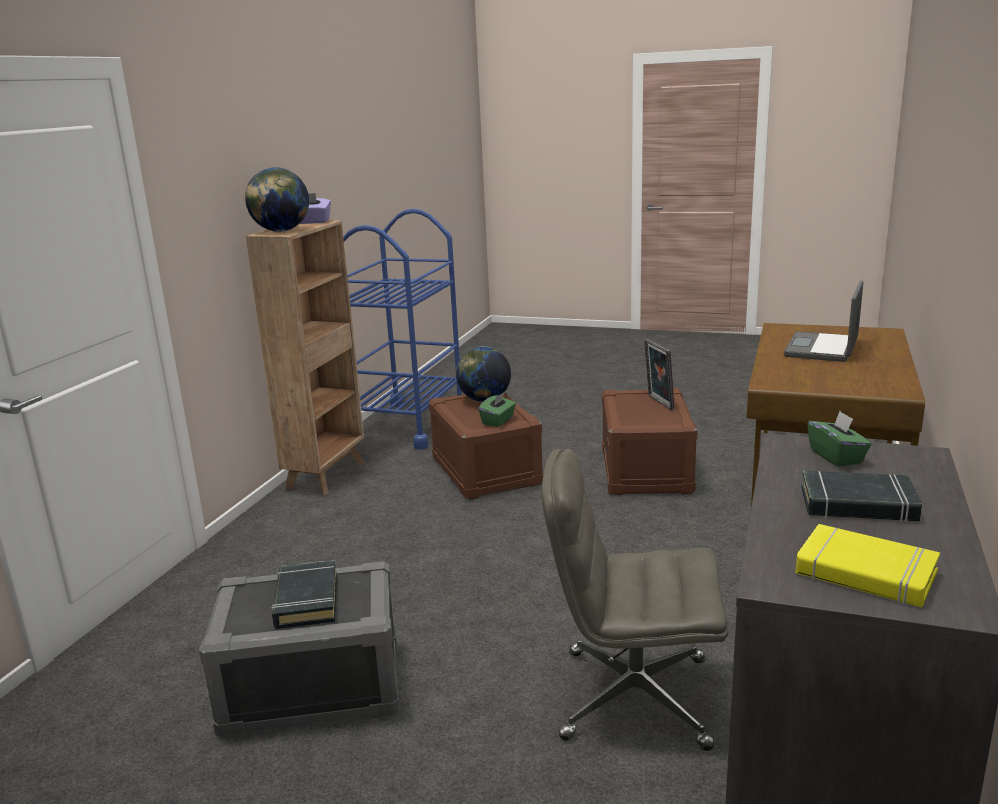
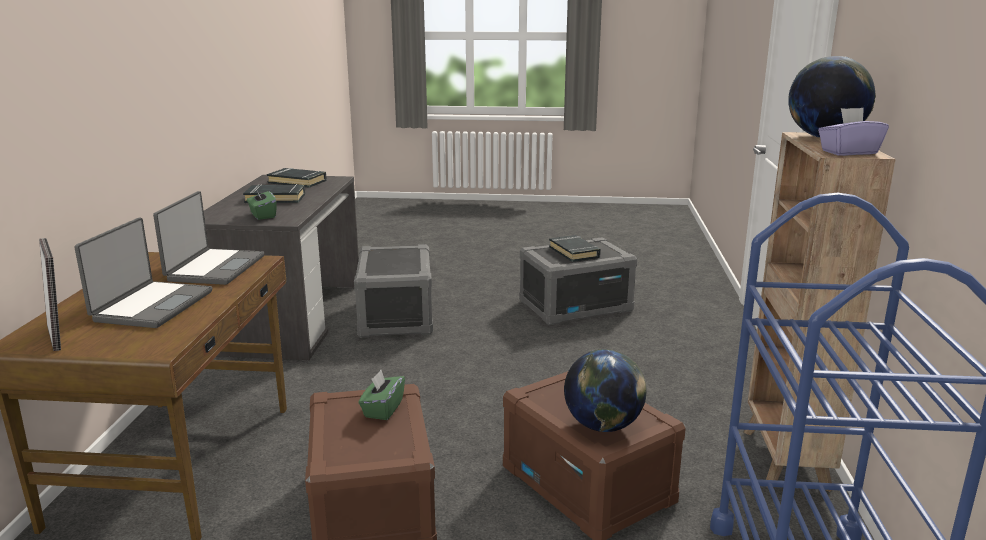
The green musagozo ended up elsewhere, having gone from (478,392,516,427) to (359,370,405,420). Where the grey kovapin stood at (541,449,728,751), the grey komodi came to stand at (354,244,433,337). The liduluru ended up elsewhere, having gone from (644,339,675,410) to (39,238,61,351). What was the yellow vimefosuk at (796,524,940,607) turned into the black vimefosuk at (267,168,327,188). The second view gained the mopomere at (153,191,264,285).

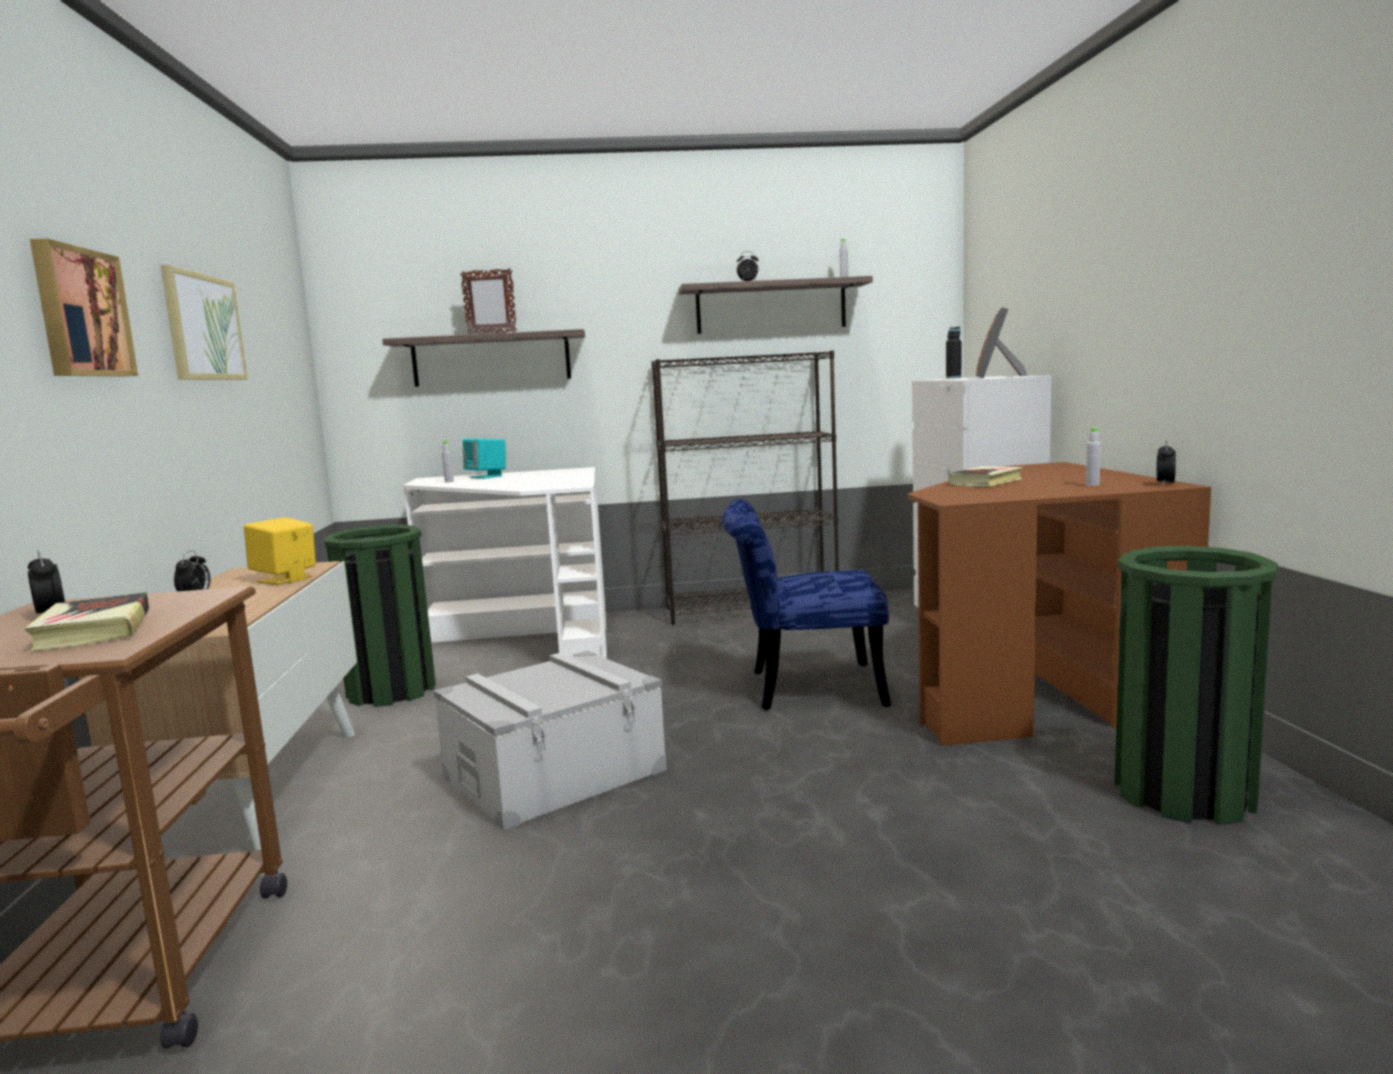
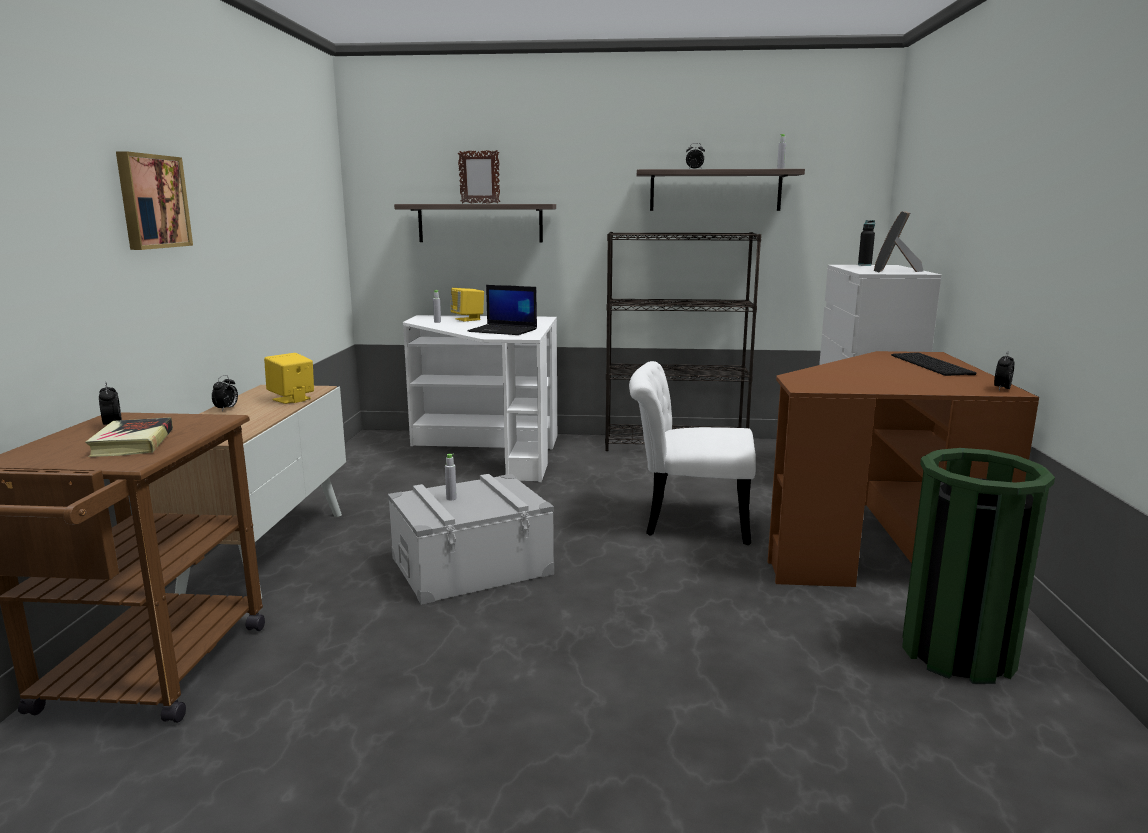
The second view lost the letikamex at (161,265,248,380). The second view lost the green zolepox at (324,525,436,707). What was the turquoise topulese at (463,439,506,479) turned into the yellow topulese at (451,288,484,322). What was the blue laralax at (722,499,891,710) turned into the white laralax at (629,361,756,545). The second view lost the vimefosuk at (948,466,1023,487). The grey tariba ended up elsewhere, having gone from (1086,428,1101,486) to (445,454,457,501). The second view gained the mopomere at (467,285,537,335). The second view gained the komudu at (891,352,976,376).

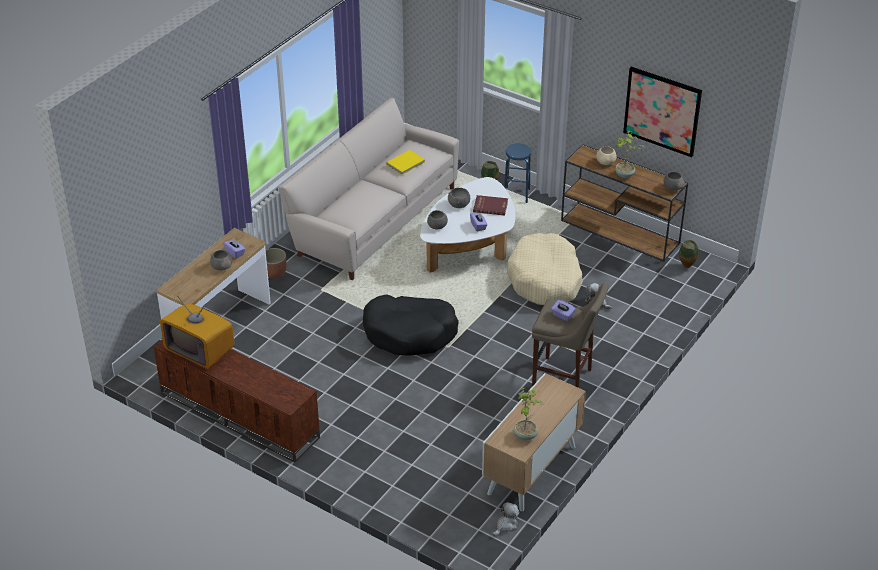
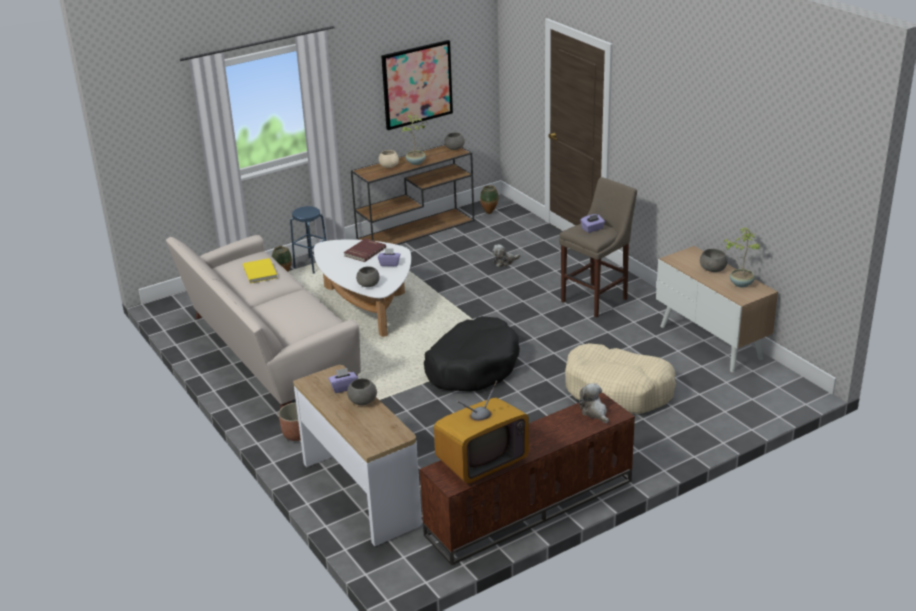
The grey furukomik ended up elsewhere, having gone from (448,188,470,208) to (700,249,728,272). The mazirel ended up elsewhere, having gone from (492,502,519,536) to (579,383,609,423). The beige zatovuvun ended up elsewhere, having gone from (507,233,583,305) to (565,343,676,414).

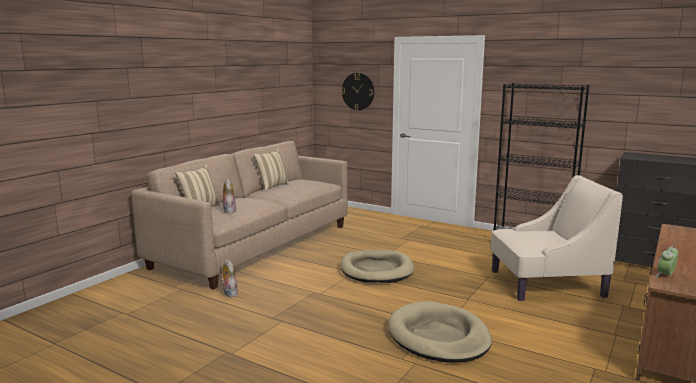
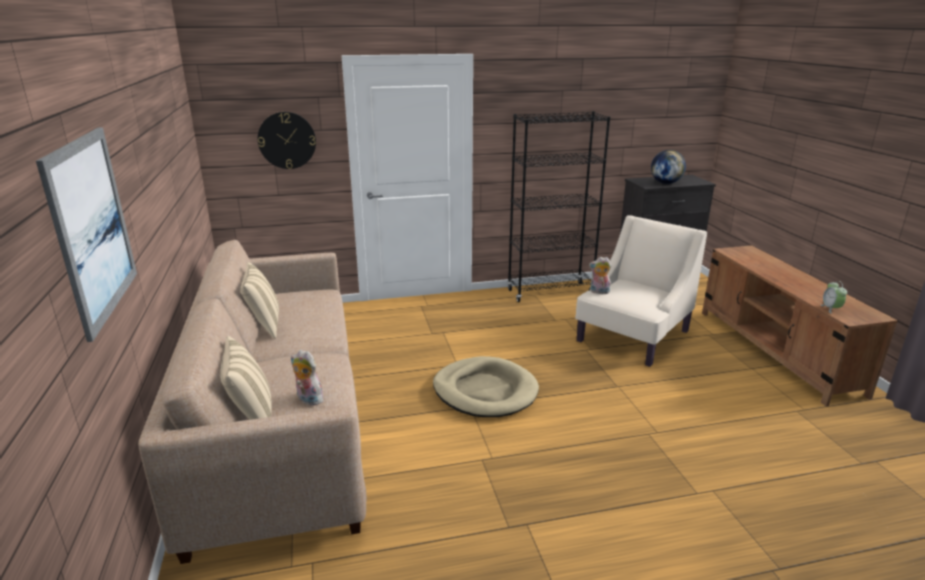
The mazirel ended up elsewhere, having gone from (221,260,238,297) to (589,257,611,294). The second view lost the beige zatovuvun at (388,301,492,363). The second view gained the letikamex at (36,127,137,342). The second view gained the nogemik at (651,150,686,184).

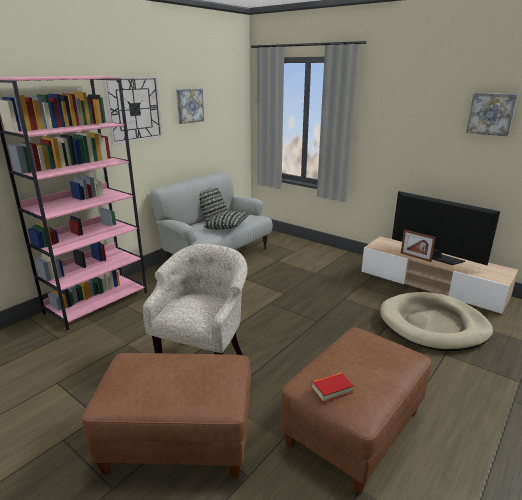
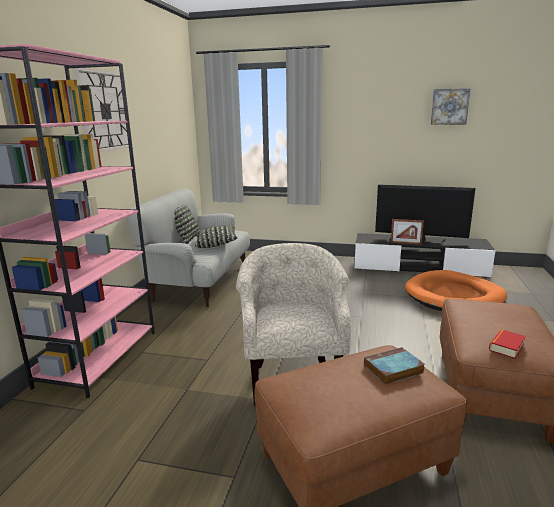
The second view lost the letikamex at (176,89,204,124). What was the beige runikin at (361,236,518,315) turned into the black runikin at (355,233,495,278). What was the beige zatovuvun at (380,292,493,351) turned into the orange zatovuvun at (405,270,507,311). The second view gained the vimefosuk at (364,347,425,385).

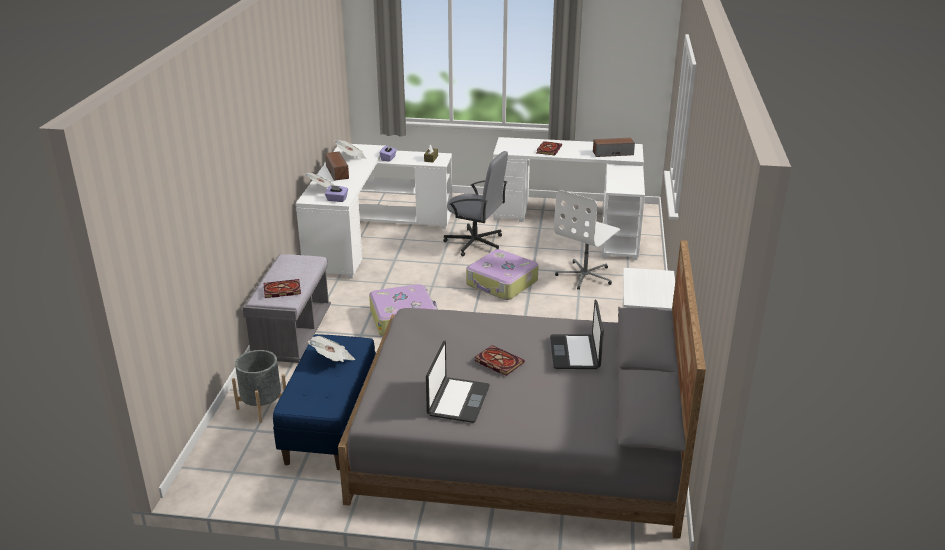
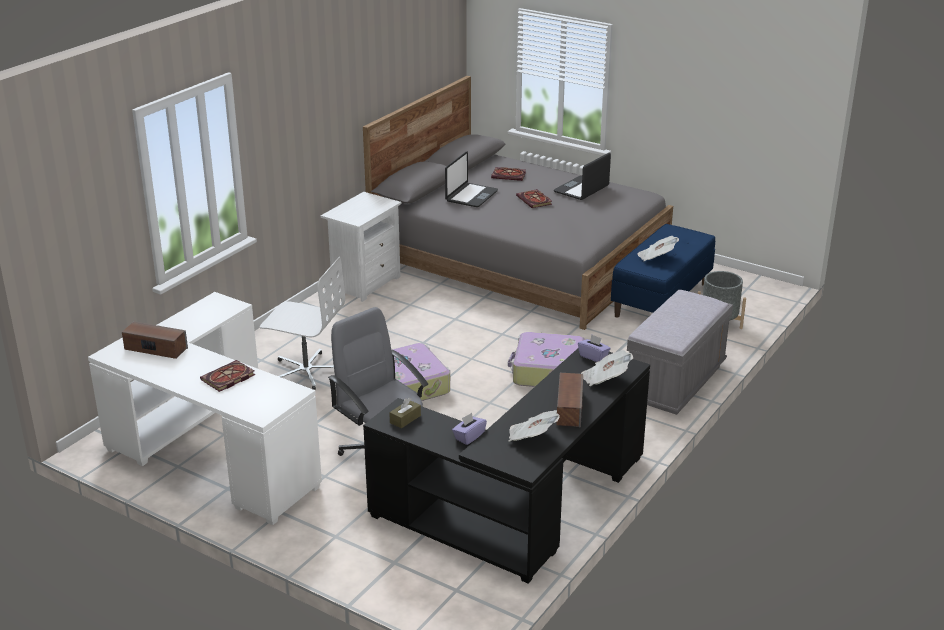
The vimefosuk ended up elsewhere, having gone from (264,279,301,298) to (491,167,526,181). What was the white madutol at (296,144,452,279) turned into the black madutol at (363,349,650,583). The white kovapin at (554,190,620,290) ended up facing another way, 45 degrees clockwise from before.

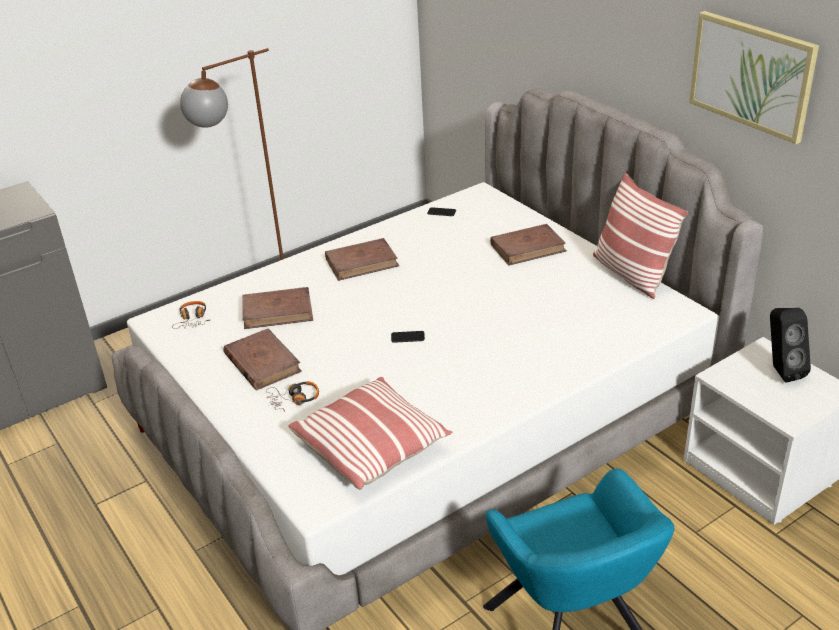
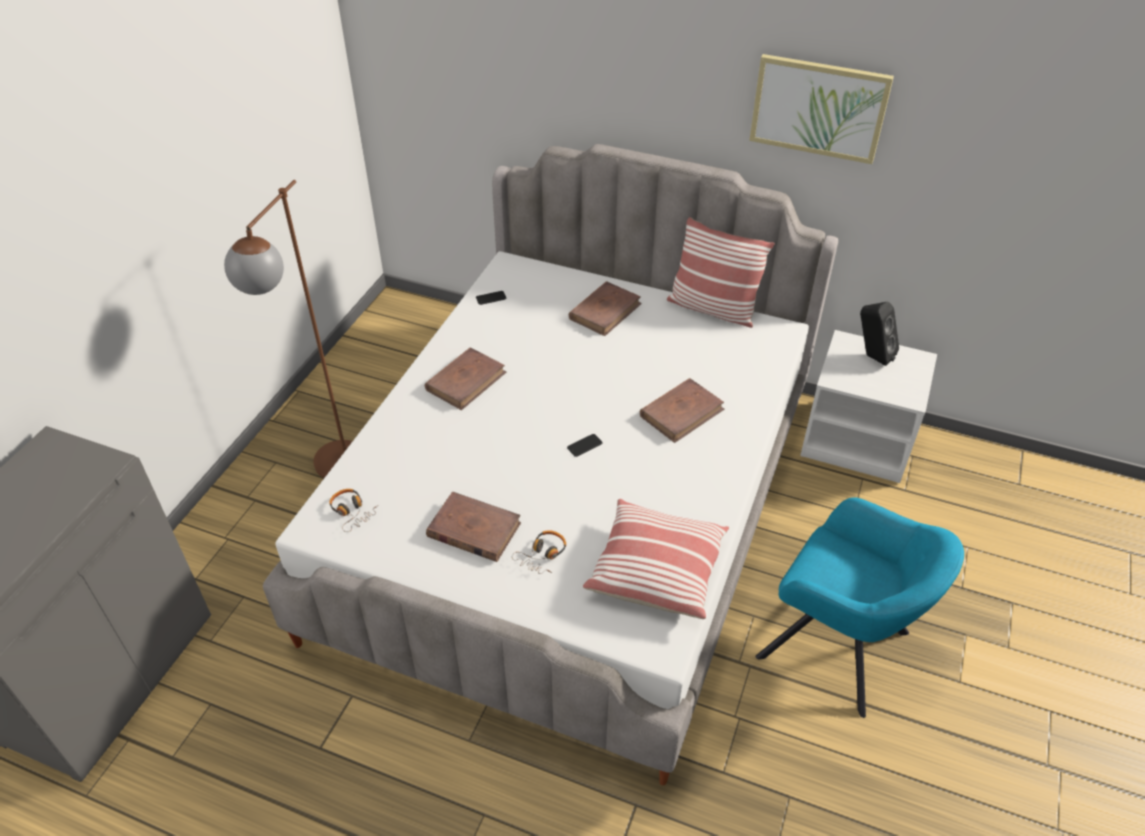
The brown vimefosuk ended up elsewhere, having gone from (242,287,313,329) to (640,378,724,443).

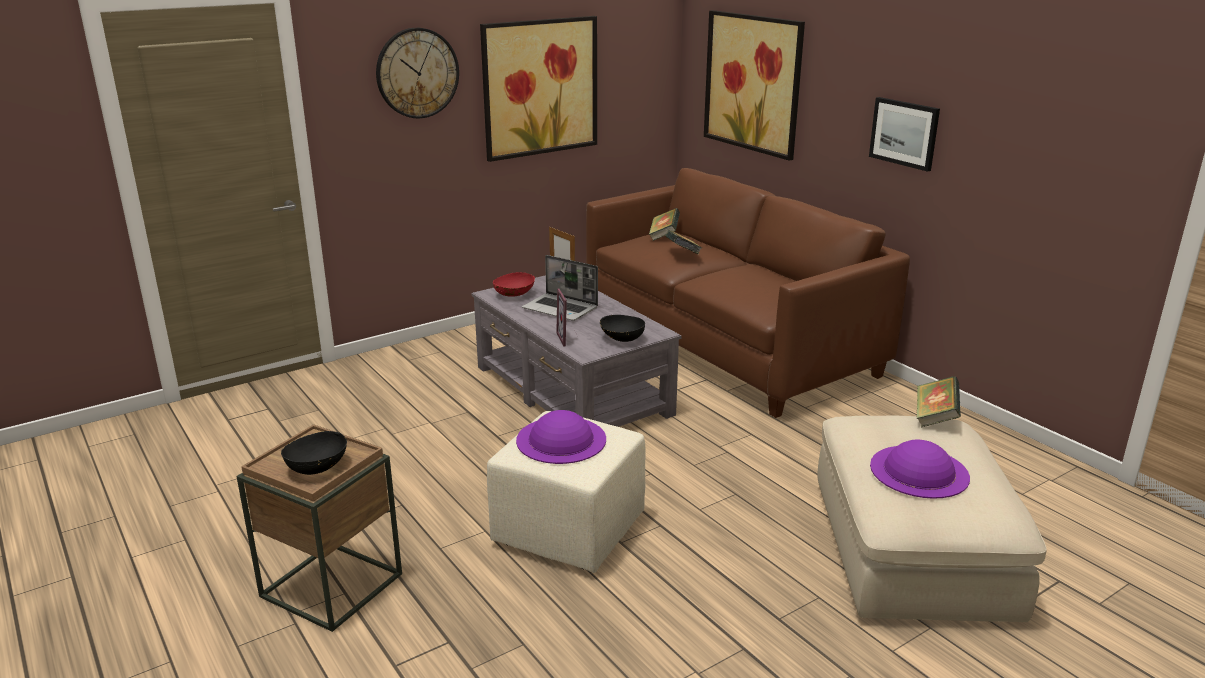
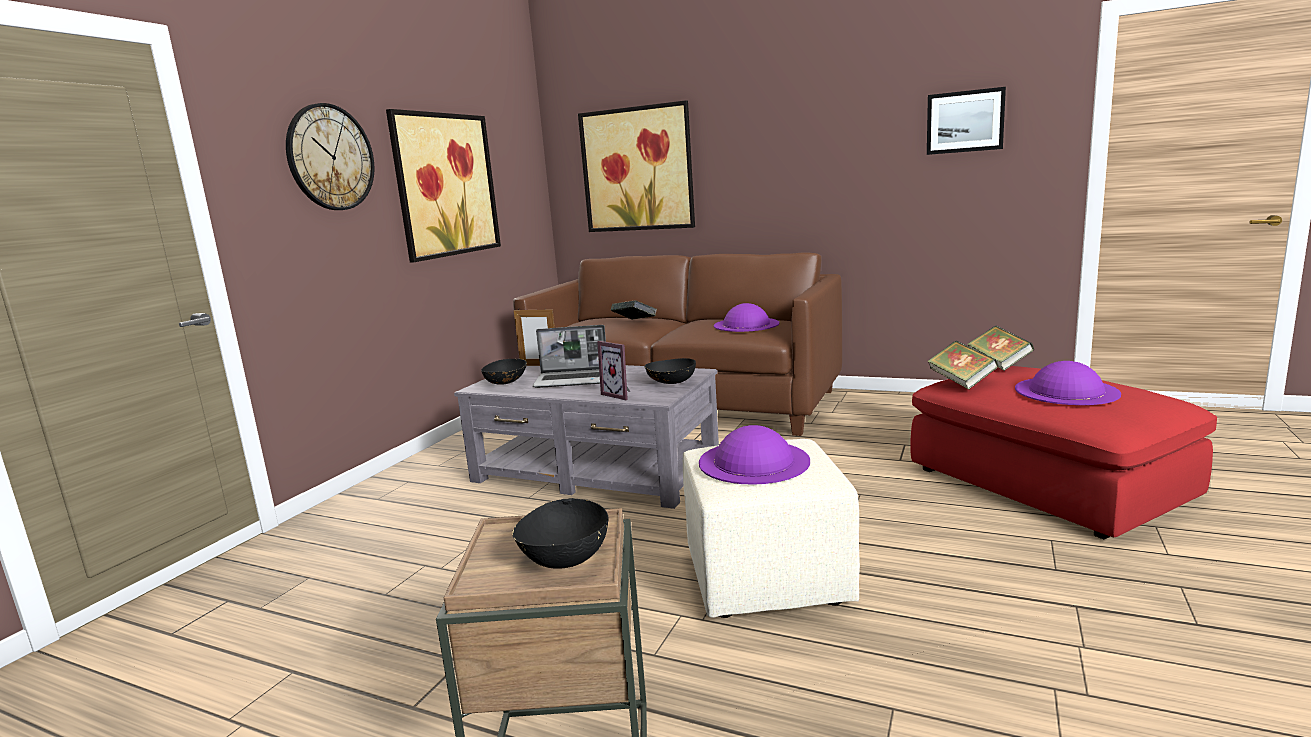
What was the red furukomik at (493,272,535,297) turned into the black furukomik at (481,359,527,385). The vimefosuk ended up elsewhere, having gone from (649,208,680,241) to (927,341,998,390). What was the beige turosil at (817,416,1047,622) turned into the red turosil at (910,366,1217,539). The letikamex ended up elsewhere, having gone from (869,97,940,172) to (927,87,1006,155). The second view gained the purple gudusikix at (714,303,780,332).

